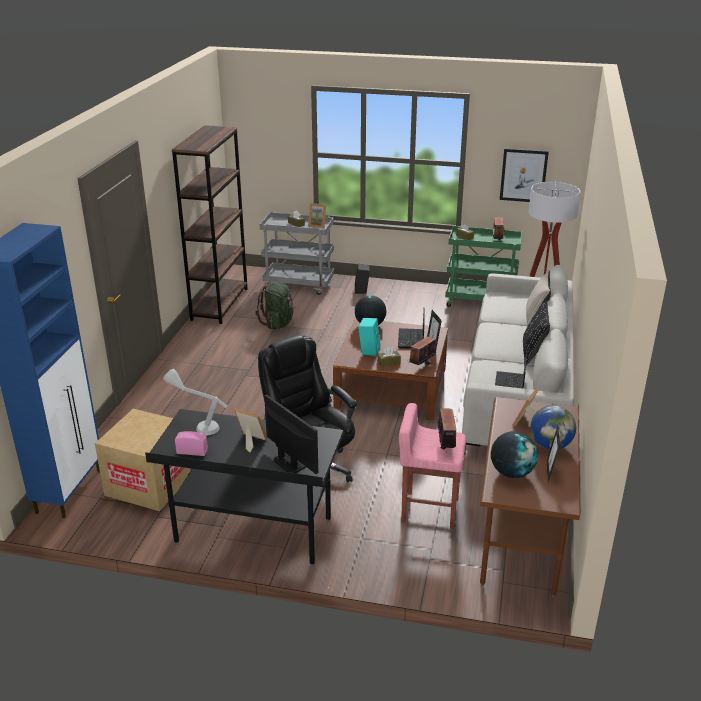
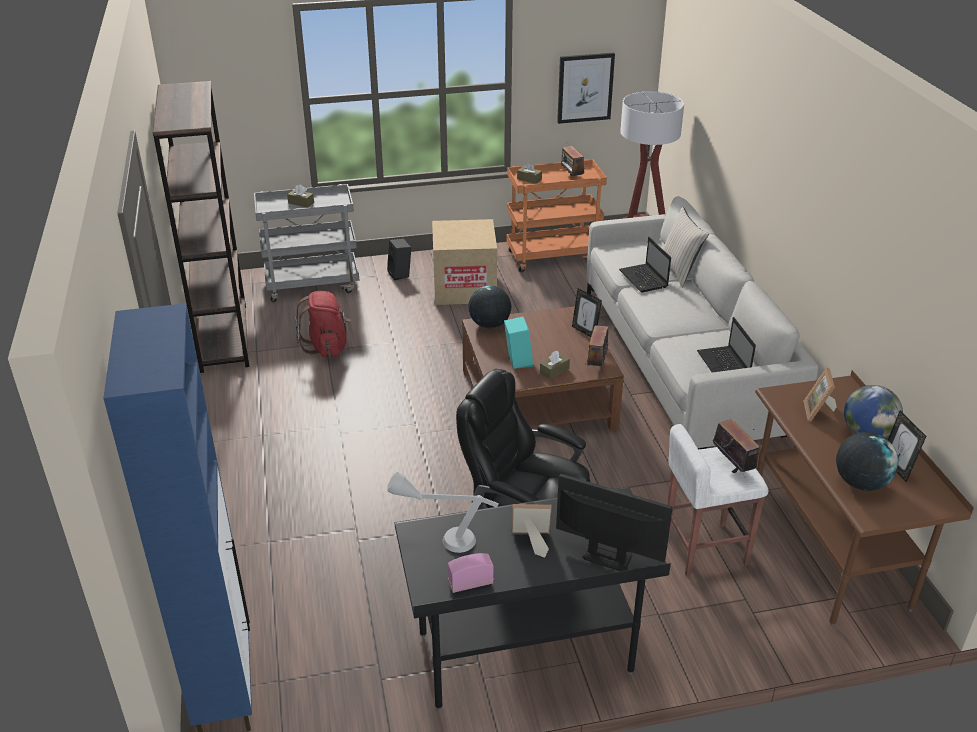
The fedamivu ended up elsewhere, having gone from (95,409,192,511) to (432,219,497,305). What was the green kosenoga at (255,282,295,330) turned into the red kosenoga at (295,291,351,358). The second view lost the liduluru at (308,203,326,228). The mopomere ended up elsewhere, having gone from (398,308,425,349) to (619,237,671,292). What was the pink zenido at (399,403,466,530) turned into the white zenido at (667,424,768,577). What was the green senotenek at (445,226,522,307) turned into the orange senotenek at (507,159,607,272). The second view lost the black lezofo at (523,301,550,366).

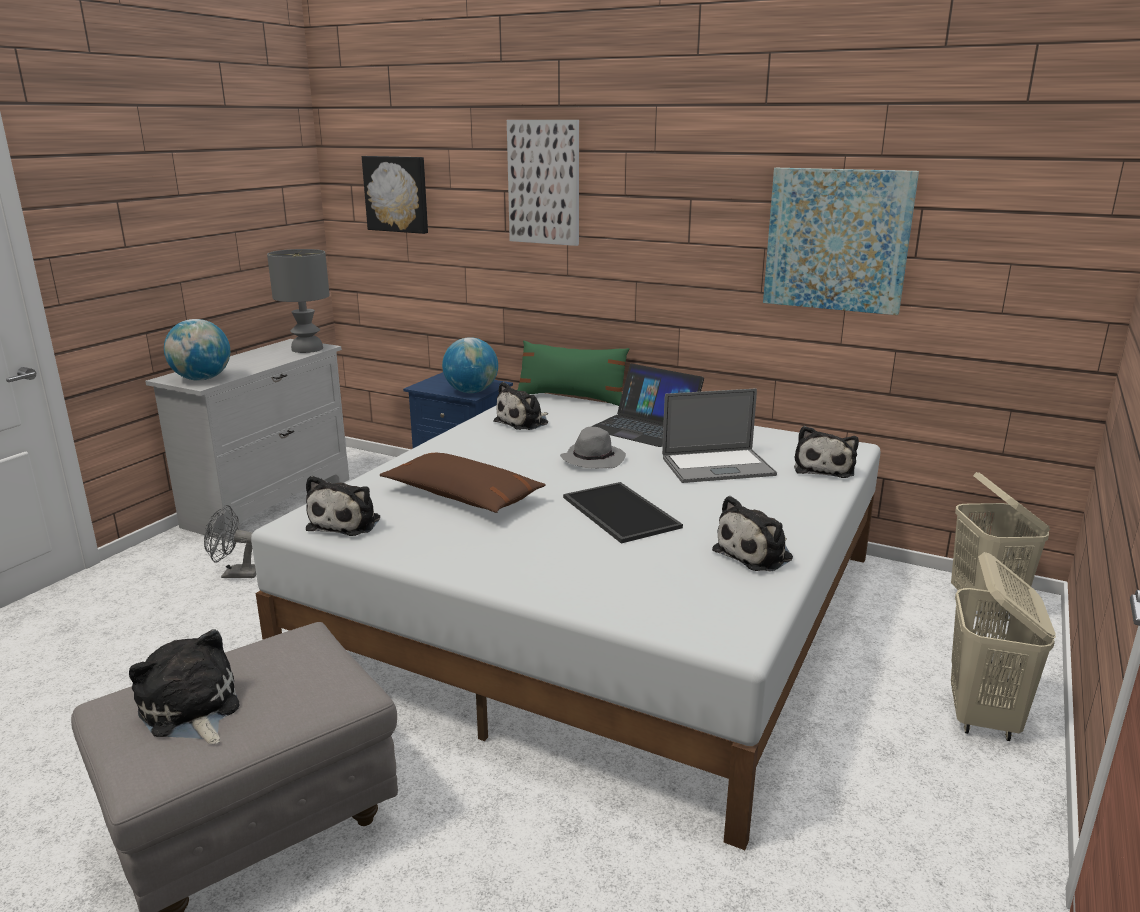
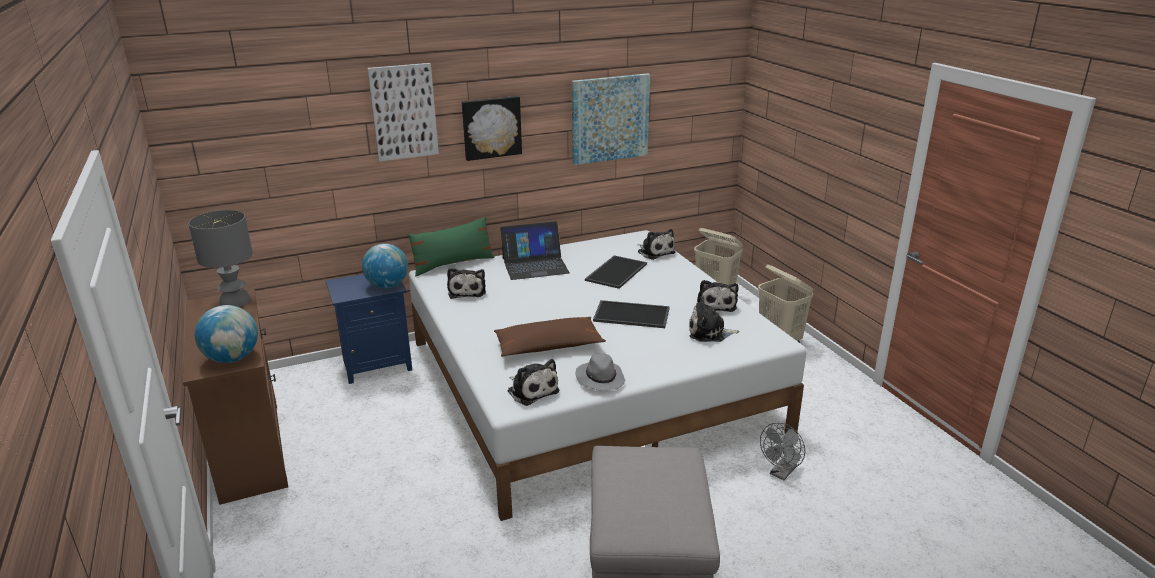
The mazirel ended up elsewhere, having gone from (129,629,239,744) to (689,296,740,342). What was the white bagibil at (145,339,349,542) turned into the brown bagibil at (183,289,288,505). The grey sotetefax ended up elsewhere, having gone from (204,505,256,578) to (760,423,805,480). The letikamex ended up elsewhere, having gone from (362,156,428,234) to (462,96,522,161). The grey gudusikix ended up elsewhere, having gone from (560,427,626,468) to (575,353,625,391). Where the mopomere stood at (662,388,777,483), the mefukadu came to stand at (585,255,647,289).

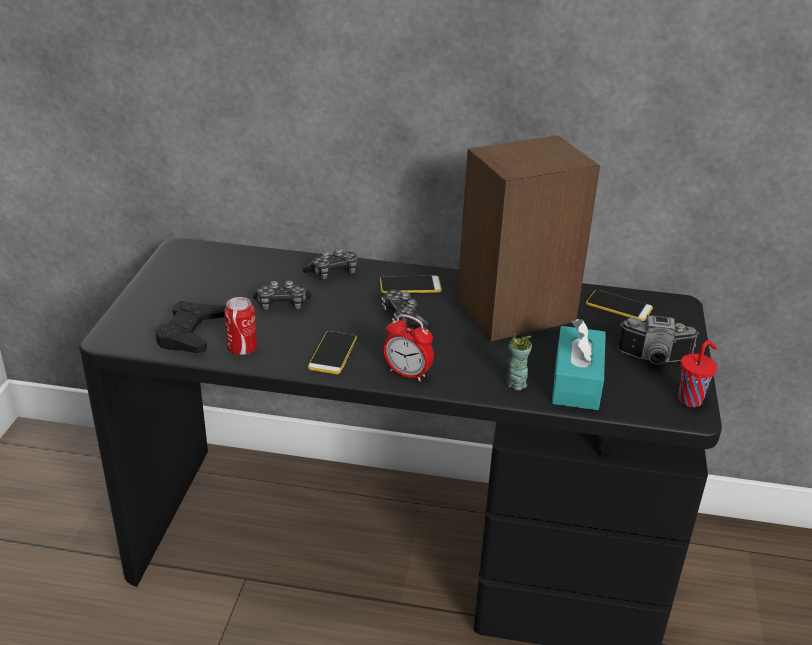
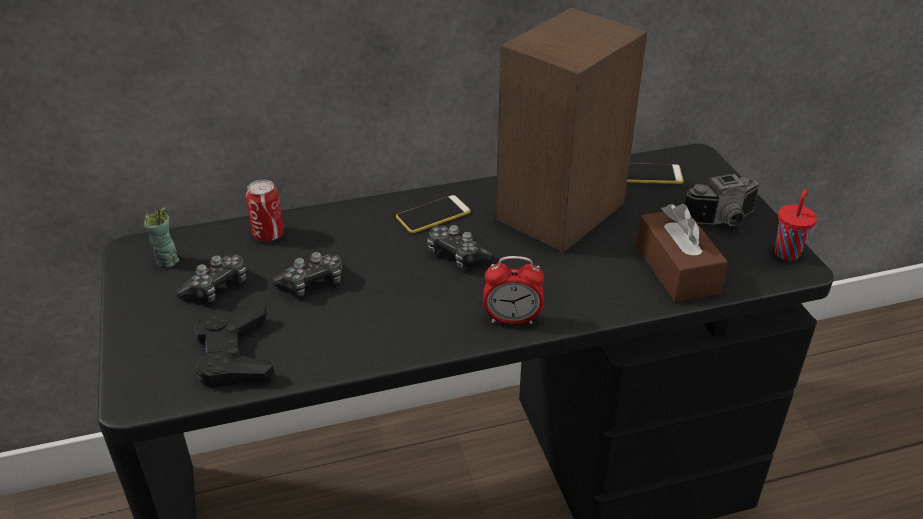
The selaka ended up elsewhere, having gone from (224,297,257,355) to (246,180,284,241). The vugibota ended up elsewhere, having gone from (303,249,357,279) to (176,254,246,302). The second view lost the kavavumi at (308,331,357,374). The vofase ended up elsewhere, having gone from (506,334,532,390) to (144,207,179,267). What was the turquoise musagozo at (552,319,606,410) turned into the brown musagozo at (636,204,728,302).

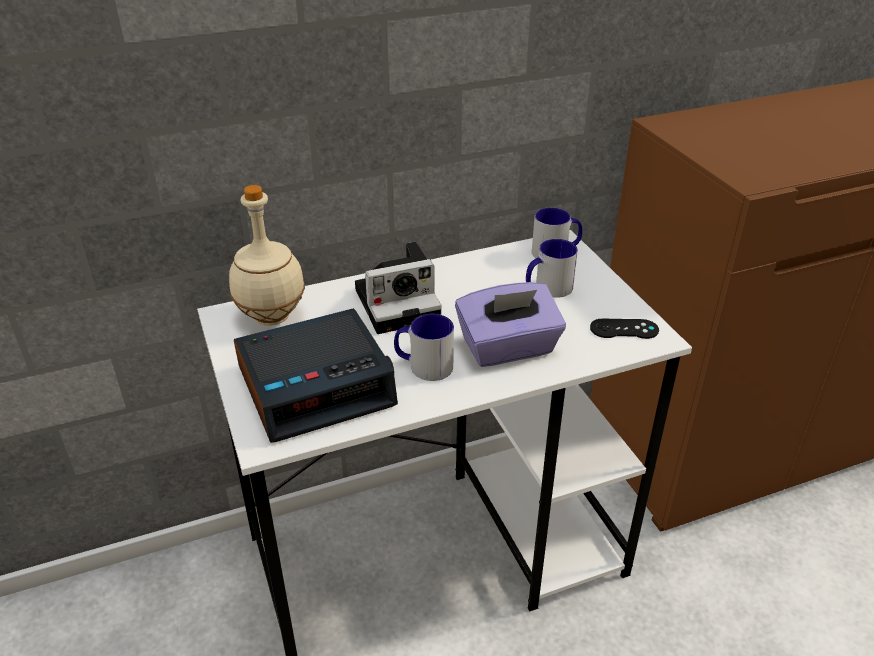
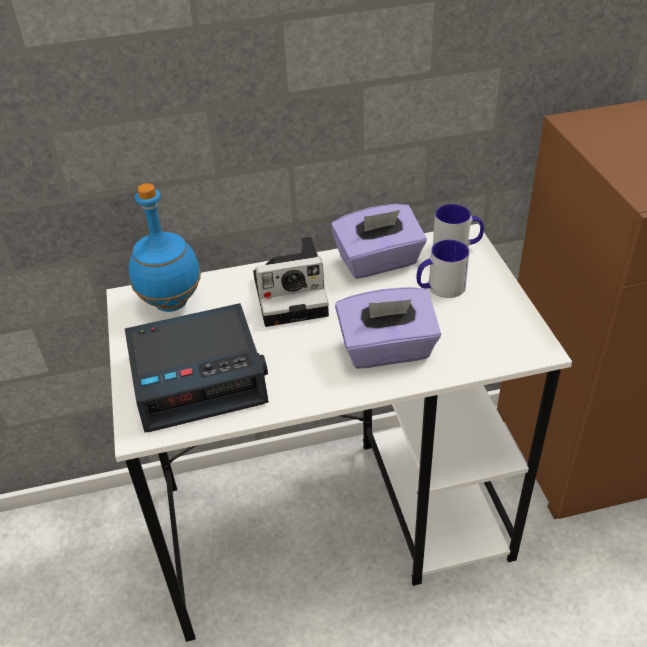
What was the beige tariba at (229,185,305,326) turned into the blue tariba at (129,183,201,312). The second view lost the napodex at (394,314,454,381). The second view lost the black vugibota at (590,319,659,339). The second view gained the purple musagozo at (331,204,427,279).

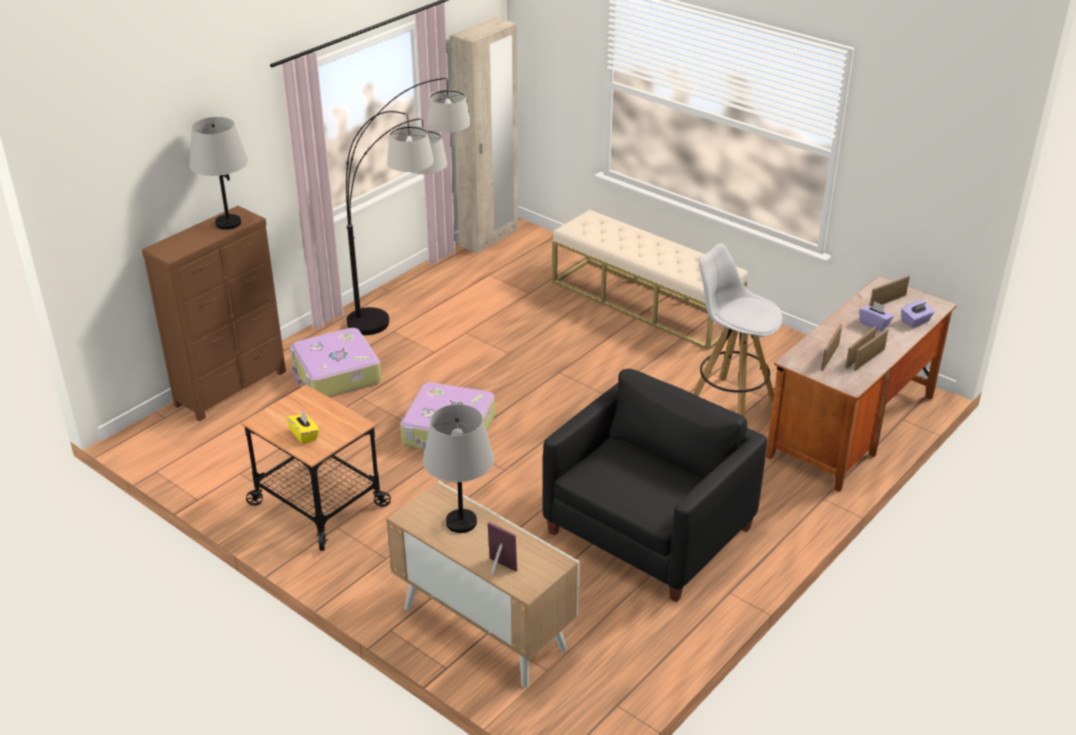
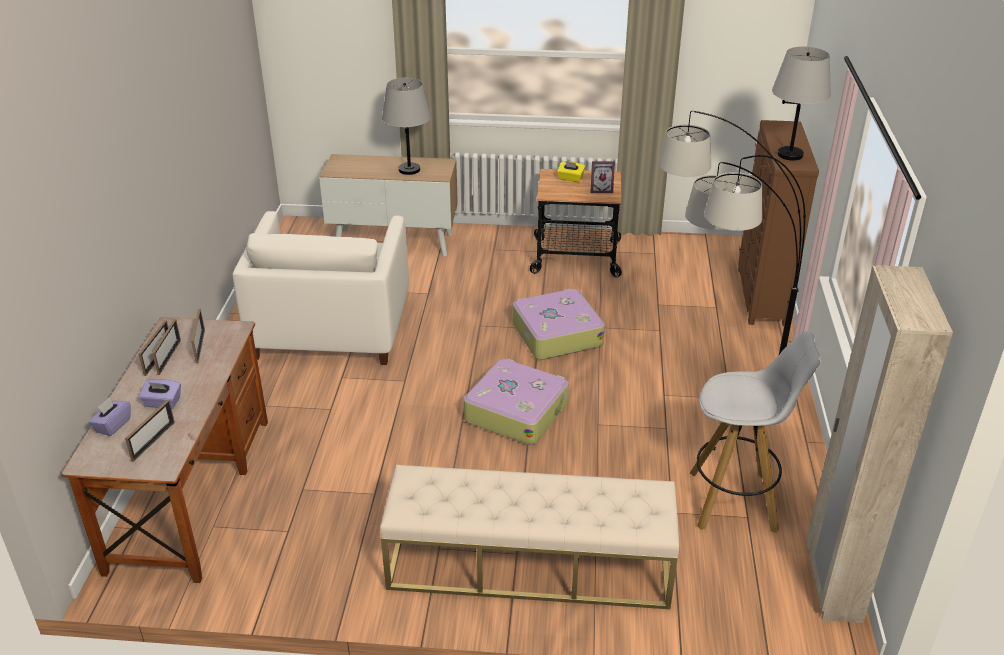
The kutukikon ended up elsewhere, having gone from (290,328,382,397) to (464,359,569,445). The liduluru ended up elsewhere, having gone from (488,522,517,575) to (590,161,615,193). What was the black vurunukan at (542,369,767,602) turned into the white vurunukan at (232,211,409,365). The white zenido ended up elsewhere, having gone from (693,243,782,417) to (690,331,821,533).

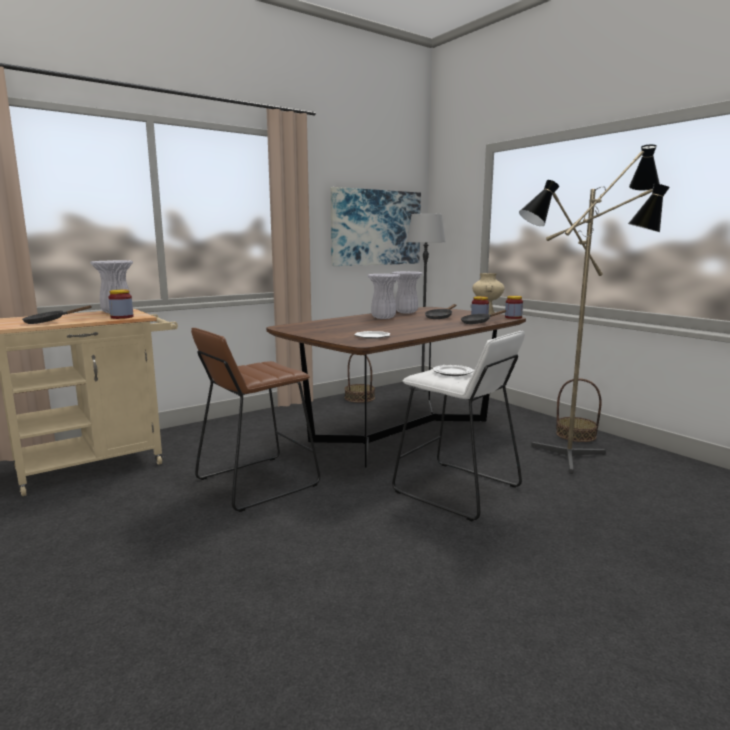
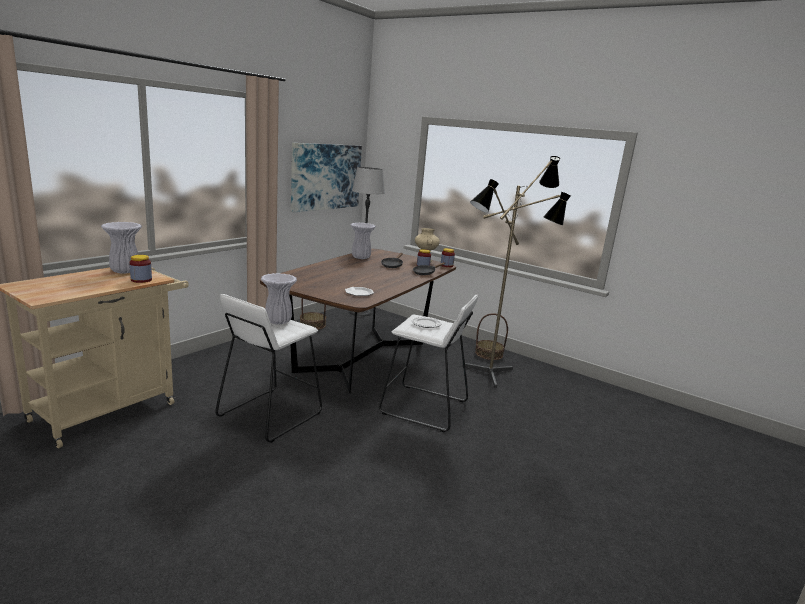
The second view lost the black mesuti at (22,305,92,324). What was the brown zenido at (191,328,320,512) turned into the white zenido at (215,294,322,443). The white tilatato ended up elsewhere, having gone from (368,274,400,319) to (261,273,297,324).

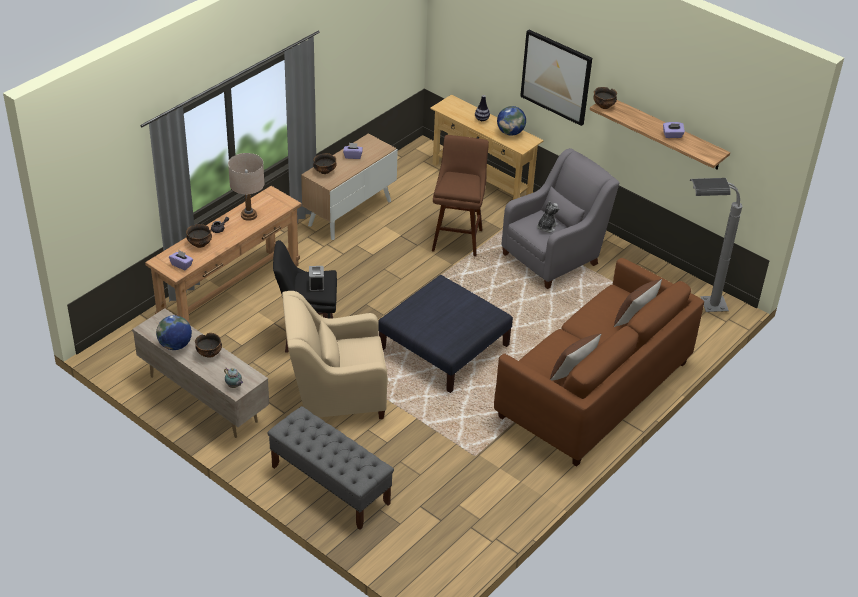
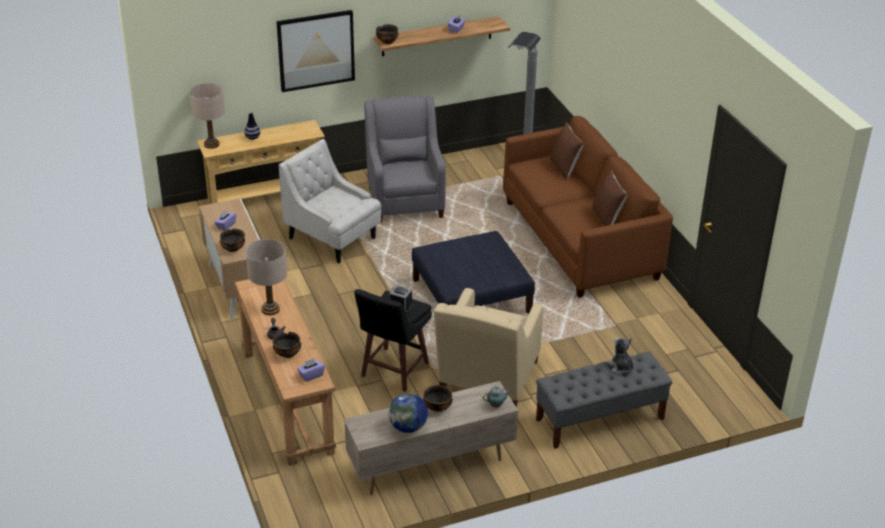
Where the brown zenido stood at (432,135,489,257), the white vurunukan came to stand at (279,139,381,263). The second view lost the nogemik at (497,106,526,136). The mazirel ended up elsewhere, having gone from (537,201,559,233) to (608,338,633,374). The second view gained the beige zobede at (189,83,225,149).

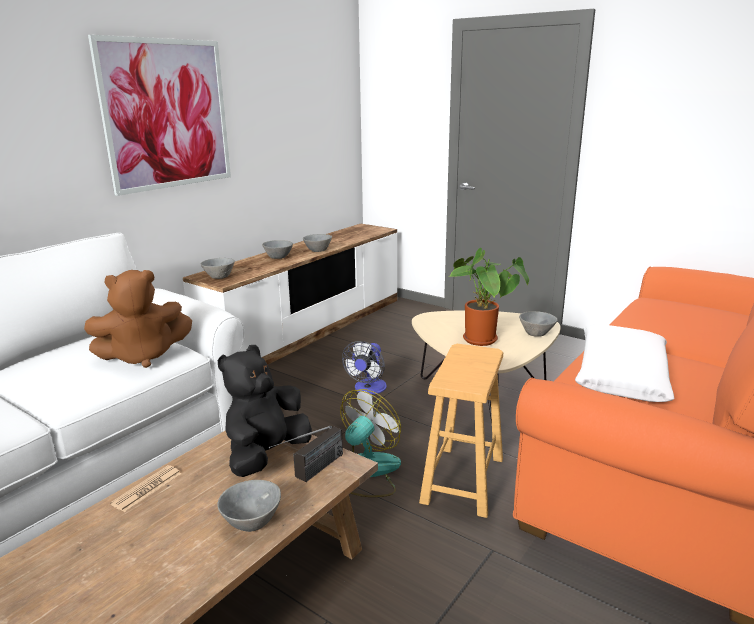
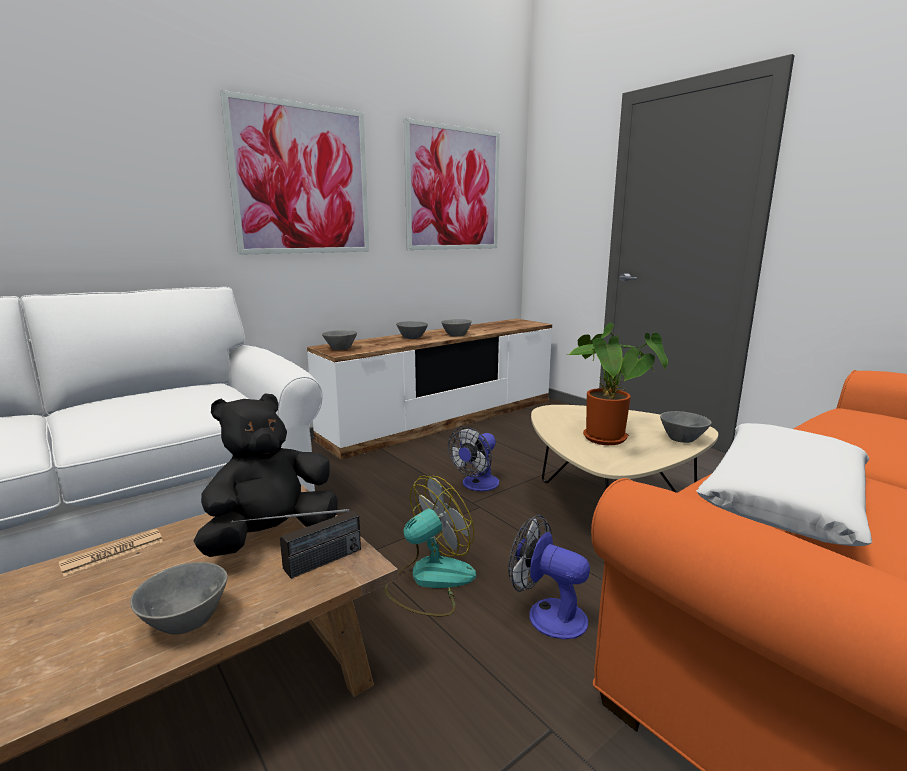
The second view lost the brown mazirel at (84,270,192,368). Where the brown zenido stood at (419,344,503,518), the sotetefax came to stand at (508,515,590,639). The second view gained the letikamex at (404,118,500,250).

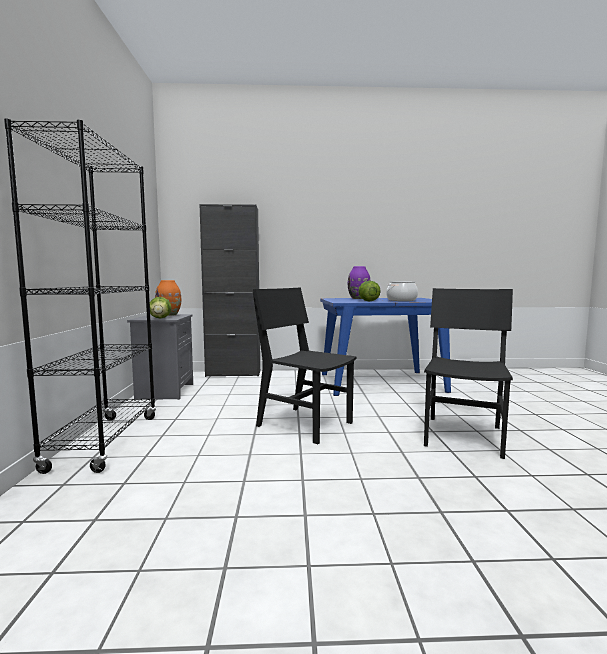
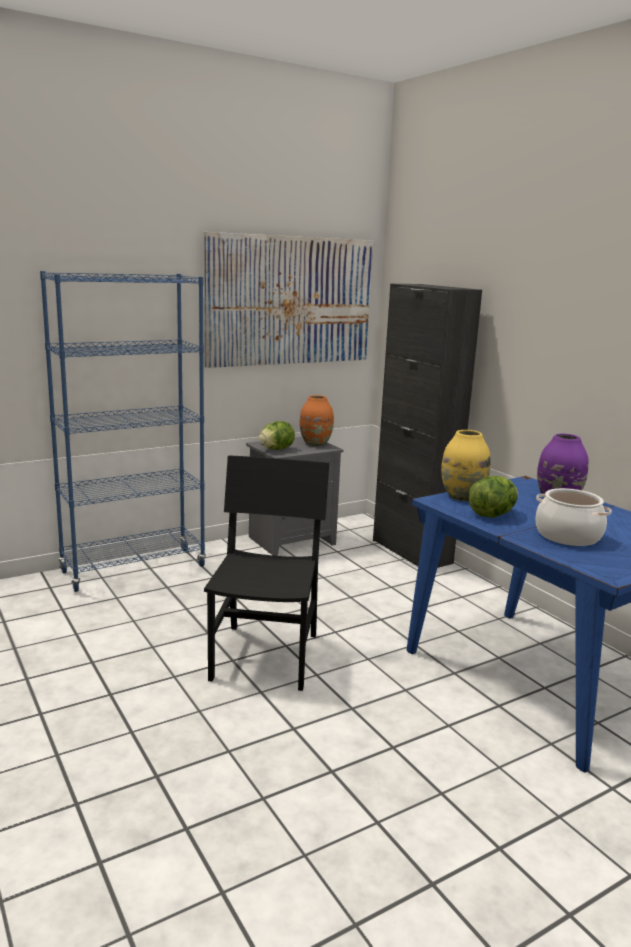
What was the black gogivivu at (4,119,157,474) turned into the blue gogivivu at (40,271,206,592). The second view lost the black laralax at (424,288,513,459). The second view gained the letikamex at (204,232,373,368). The second view gained the yellow tilatato at (441,430,490,501).

